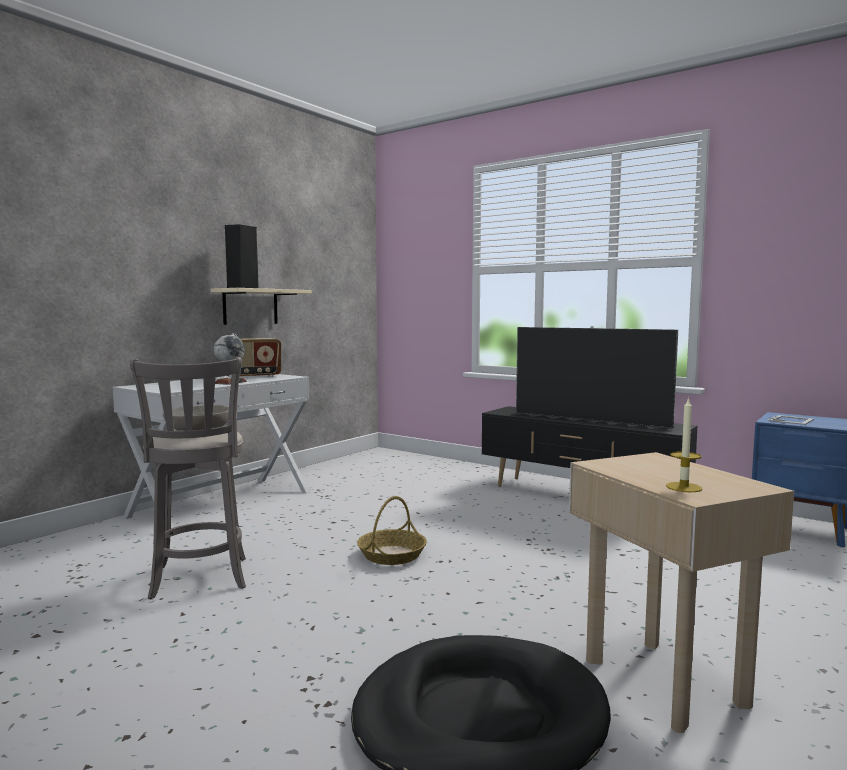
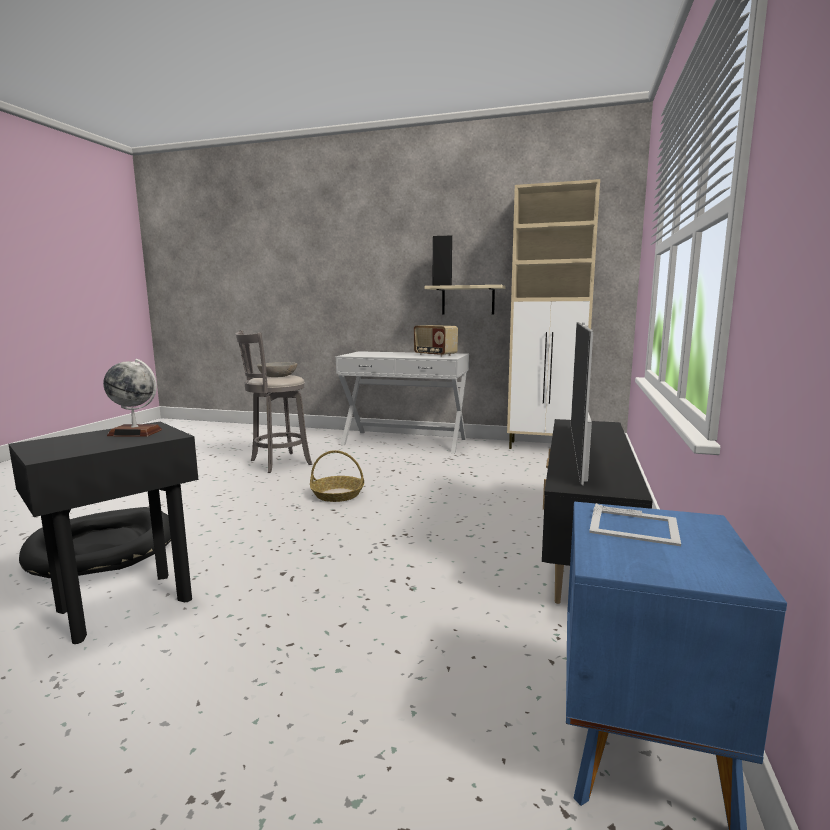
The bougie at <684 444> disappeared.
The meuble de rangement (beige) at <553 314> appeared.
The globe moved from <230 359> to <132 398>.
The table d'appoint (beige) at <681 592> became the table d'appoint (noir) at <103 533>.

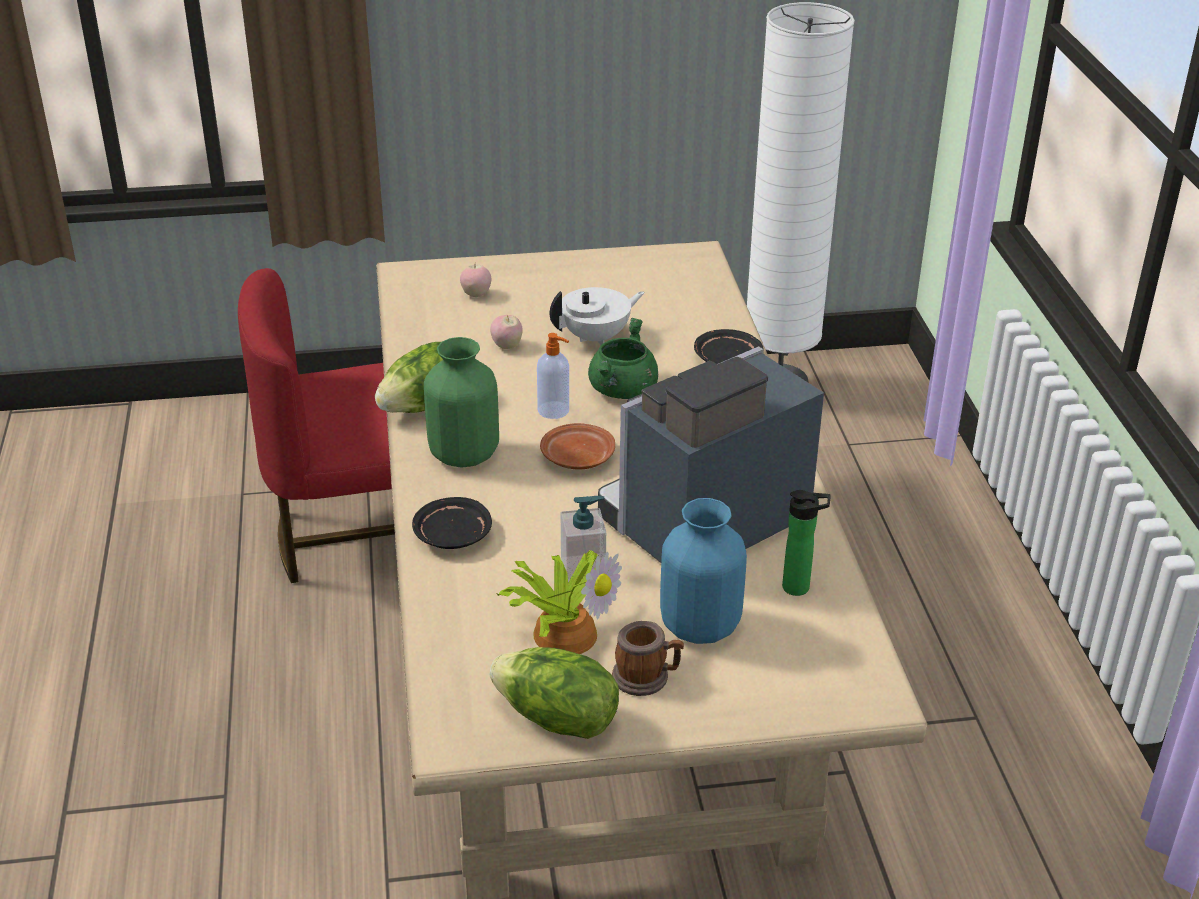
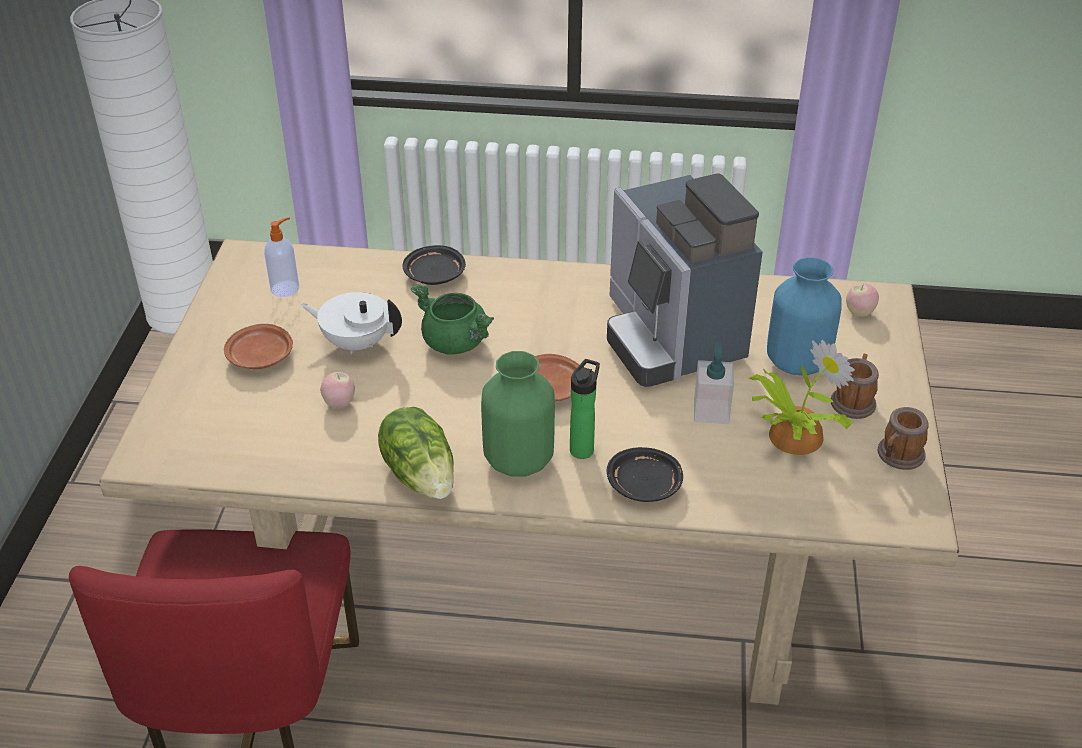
The assiette (marron) at <258 346> appeared.
The pomme moved from <475 281> to <862 300>.
The distributeur de savon moved from <553 376> to <281 257>.
The bouteille moved from <806 543> to <585 409>.
The laitue at <554 693> was replaced by the mug at <903 438>.
The théière (blanc) at <597 316> turned 60 degrees counterclockwise.

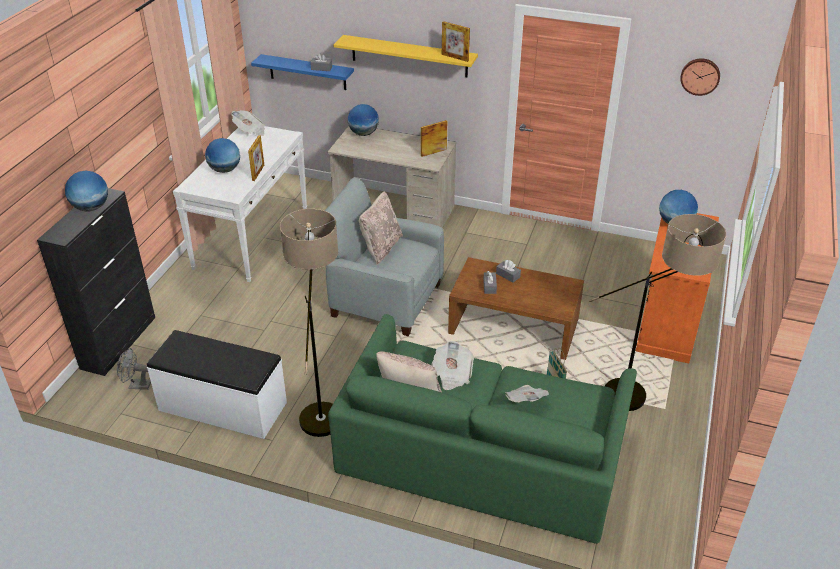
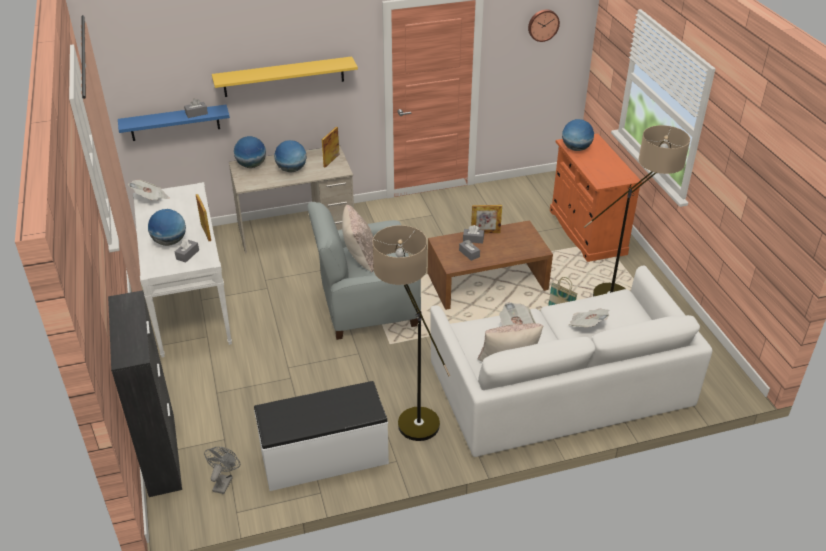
The boîte à mouchoirs (gris) at <187 250> appeared.
The globe moved from <86 190> to <290 156>.
The cadre photo moved from <456 41> to <486 219>.
The canapé (vert) at <482 429> became the canapé (blanc) at <571 361>.
The ventilateur (gris) at <134 369> turned 135 degrees clockwise.

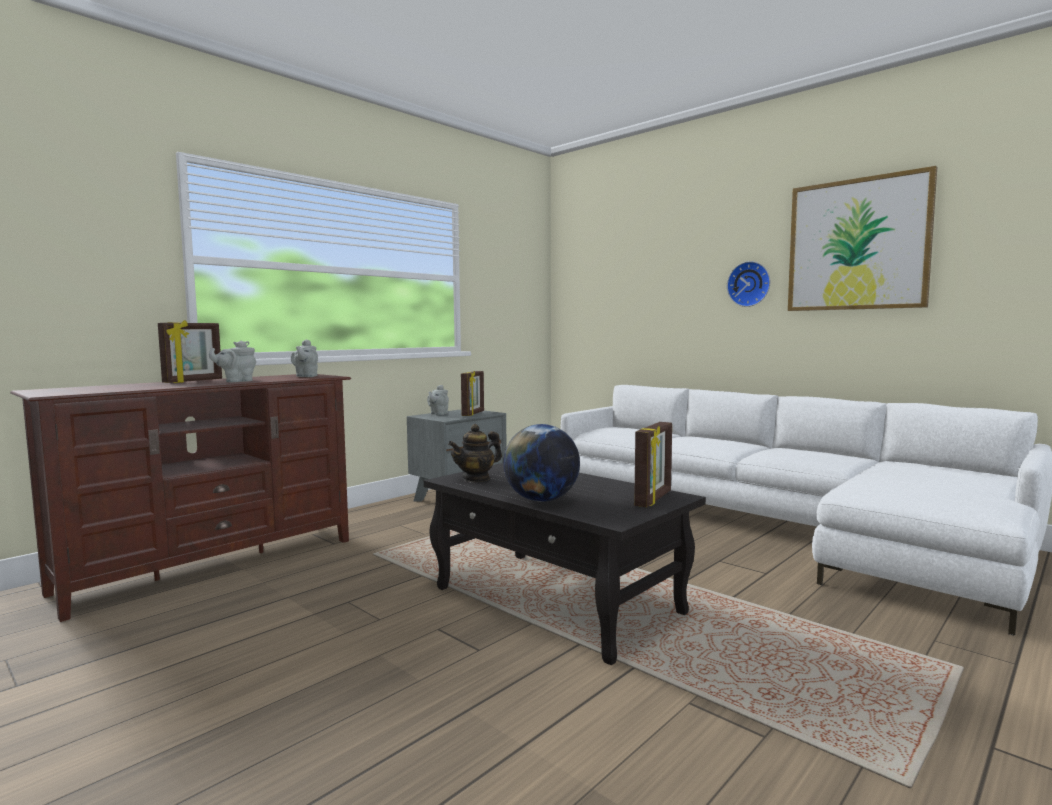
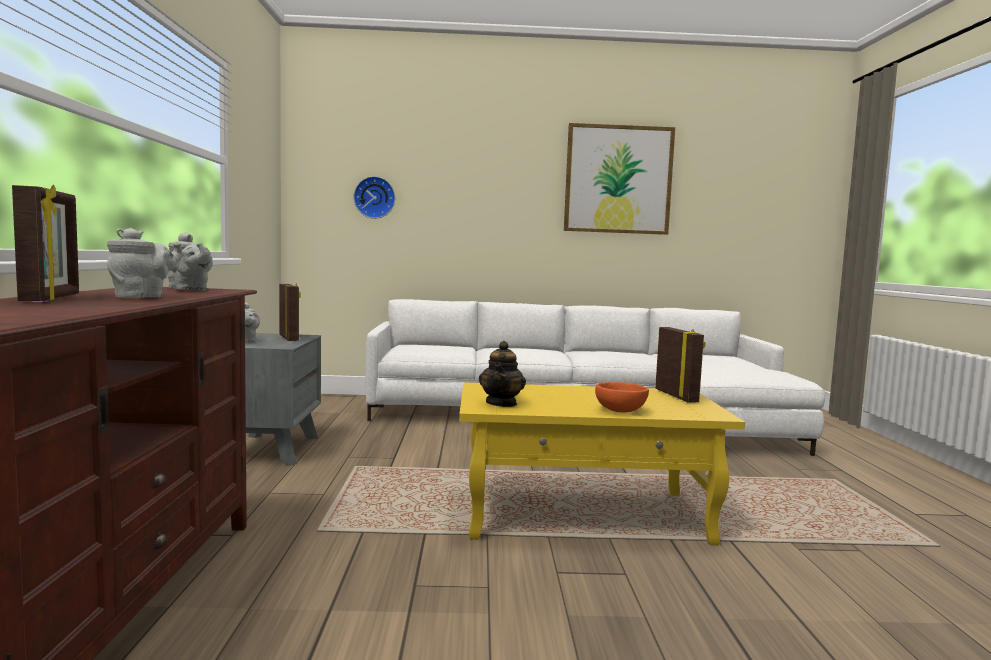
The horloge murale moved from <748 284> to <374 197>.
The globe at <541 463> was replaced by the bol (orange) at <622 397>.
The table basse (noir) at <565 564> became the table basse (jaune) at <602 464>.
The théière (gris) at <232 361> turned 150 degrees counterclockwise.

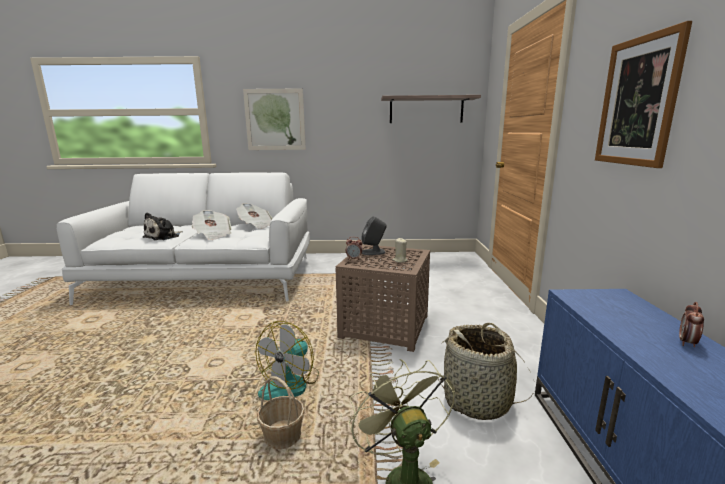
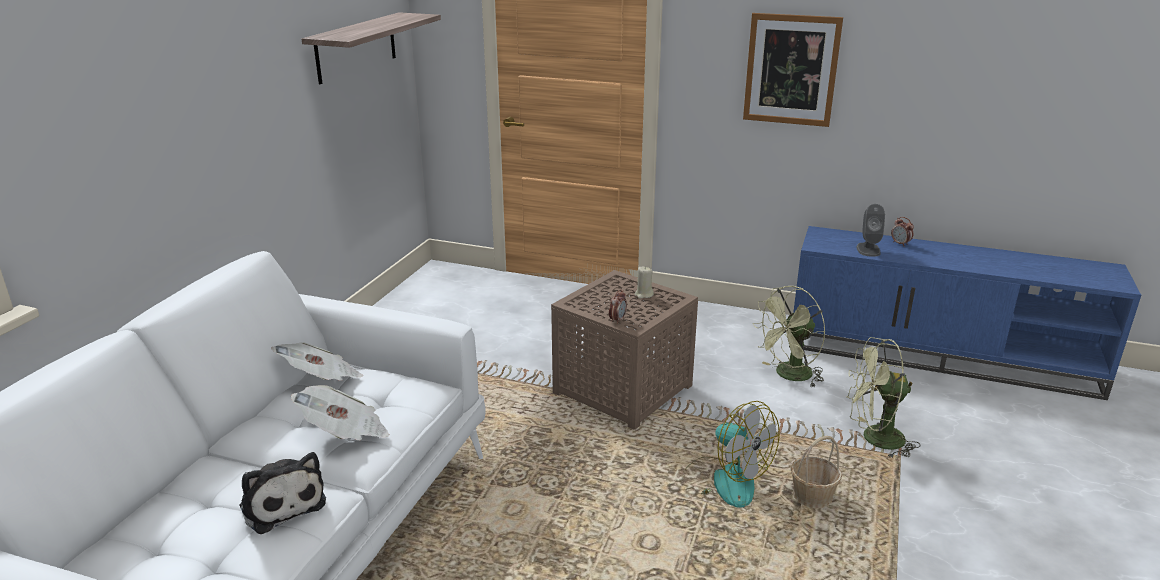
The tableau at <274 119> disappeared.
The enceinte (gris) moved from <374 235> to <871 230>.
The panier at <485 371> was replaced by the ventilateur (vert) at <789 337>.

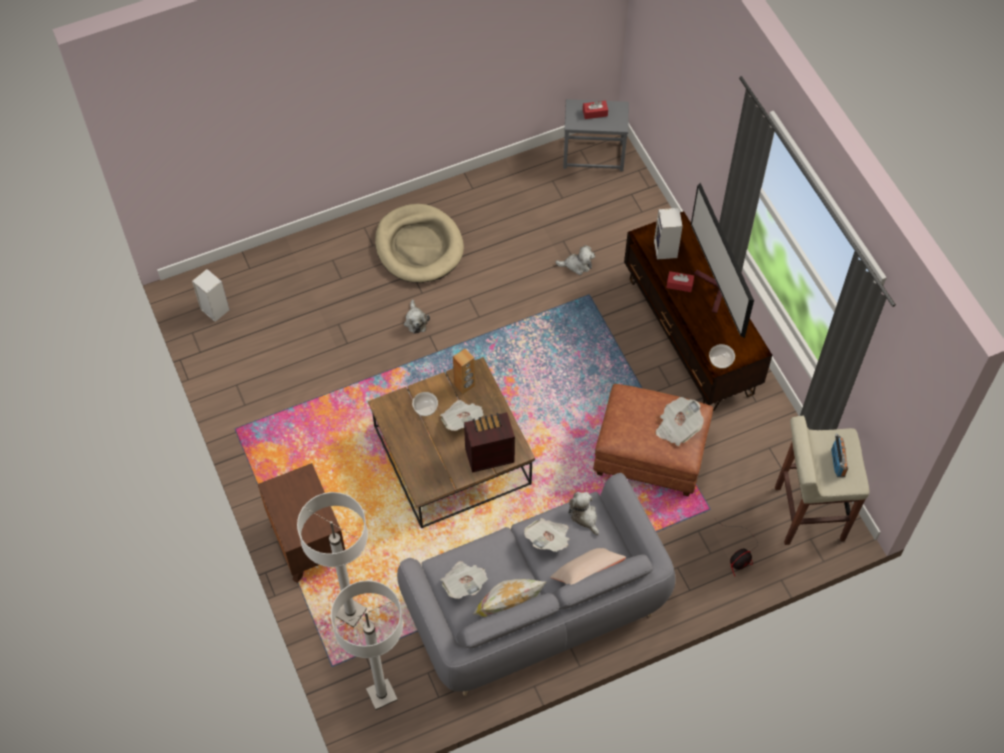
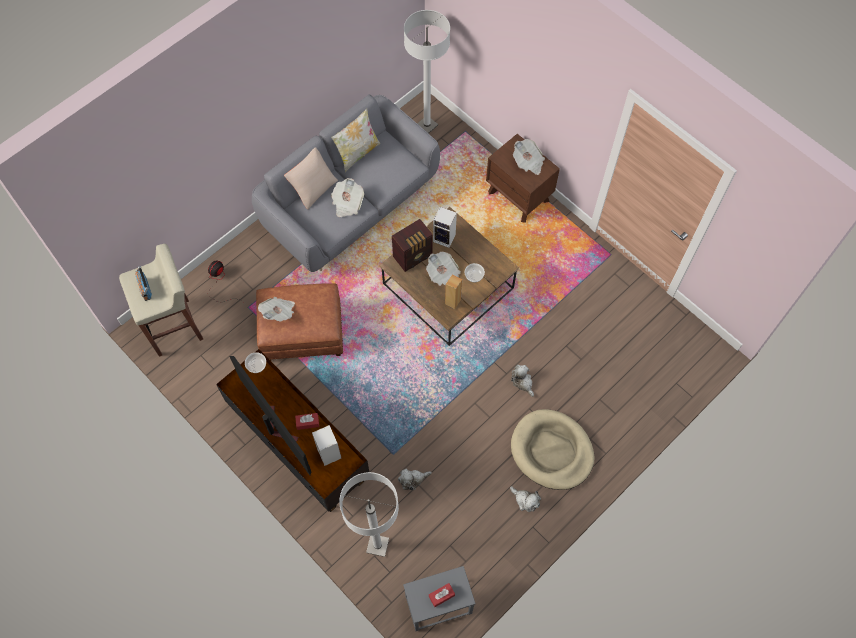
The enceinte moved from <211 295> to <445 227>.
The lampadaire (blanc) moved from <332 560> to <369 514>.
The journal moved from <464 580> to <529 157>.
The peluche moved from <584 513> to <525 499>.

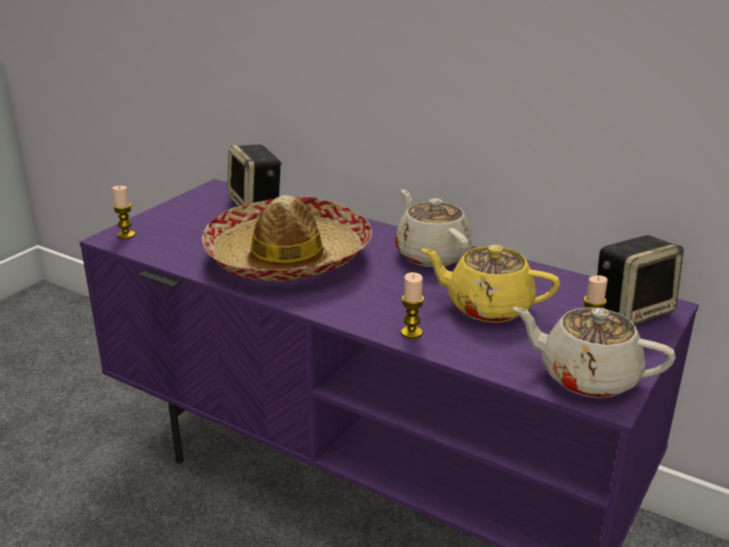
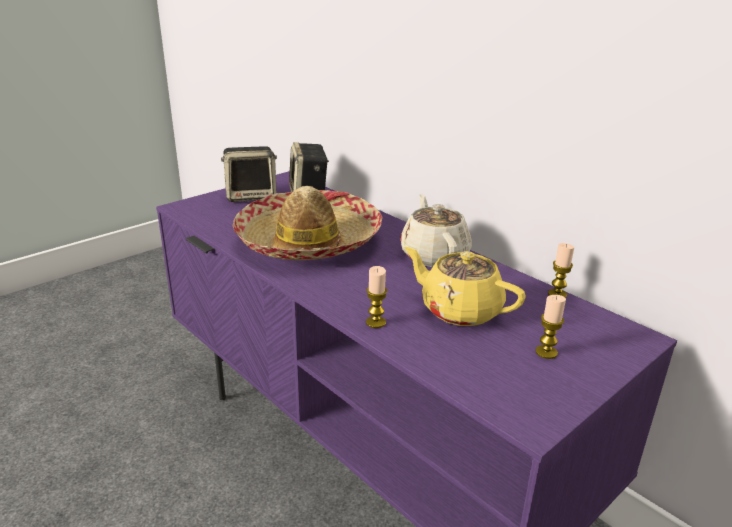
The théière (beige) at <594 352> disappeared.
The bougie moved from <123 212> to <561 270>.
The enceinte moved from <640 280> to <249 174>.

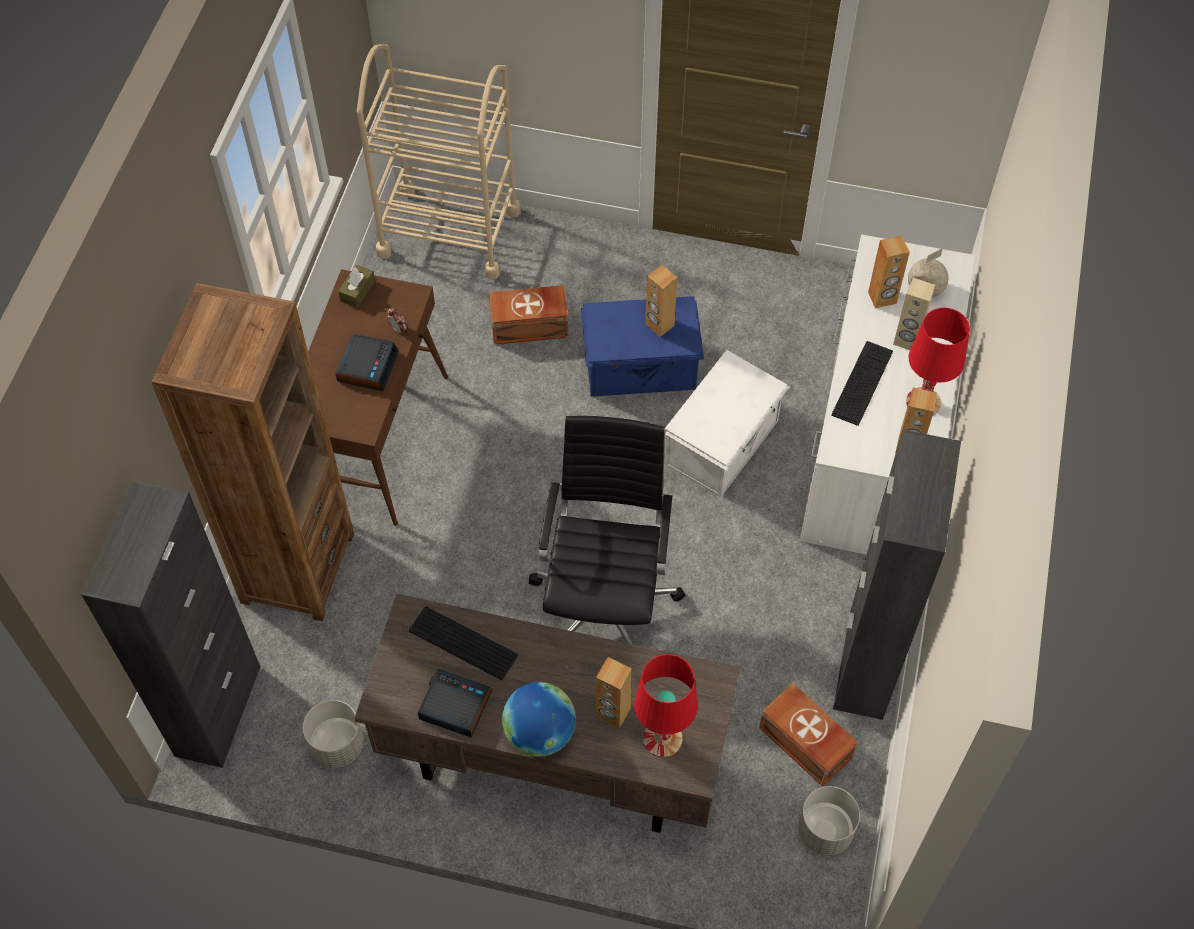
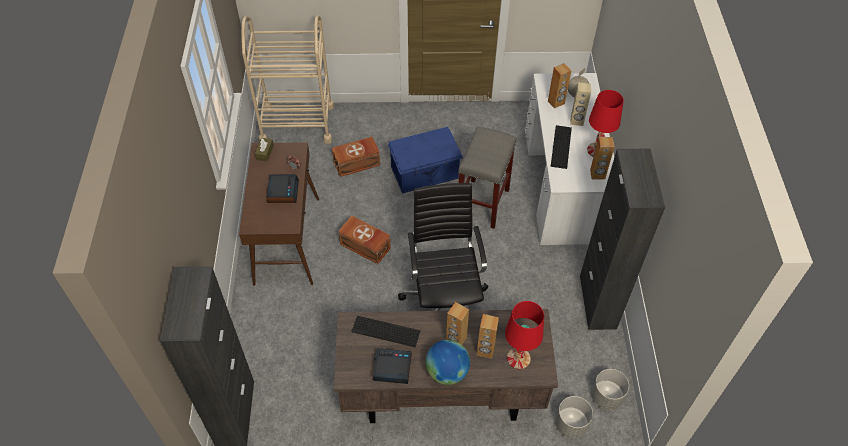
The bibliothèque (marron) at <252 452> disappeared.
The cache-pot (gris) moved from <333 734> to <574 417>.
The enceinte (marron) moved from <661 301> to <457 323>.
The boîte de rangement (marron) moved from <808 735> to <364 239>.
The boîte de rangement (blanc) at <727 423> was replaced by the tabouret (gris) at <487 178>.

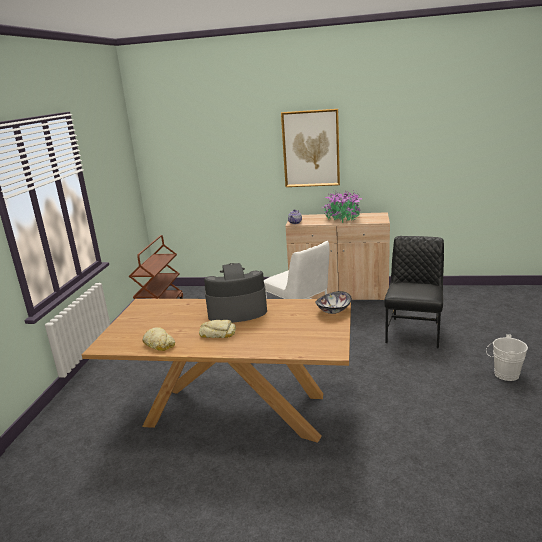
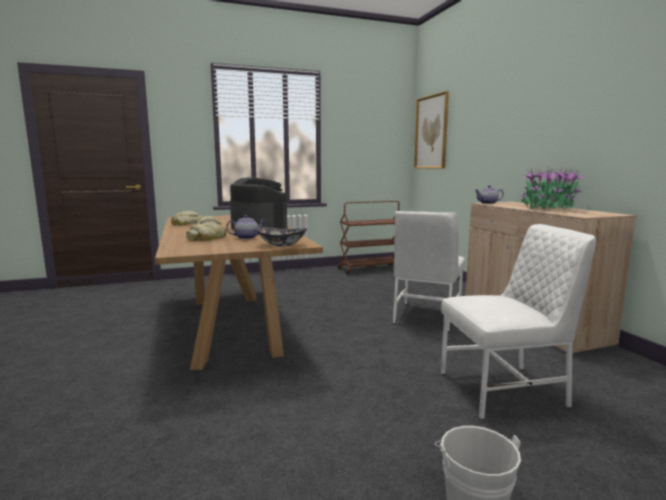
The pain at <206 232> appeared.
The théière at <245 227> appeared.
The tableau moved from <310 148> to <431 130>.
The chaise (noir) at <414 292> became the chaise (blanc) at <518 322>.

